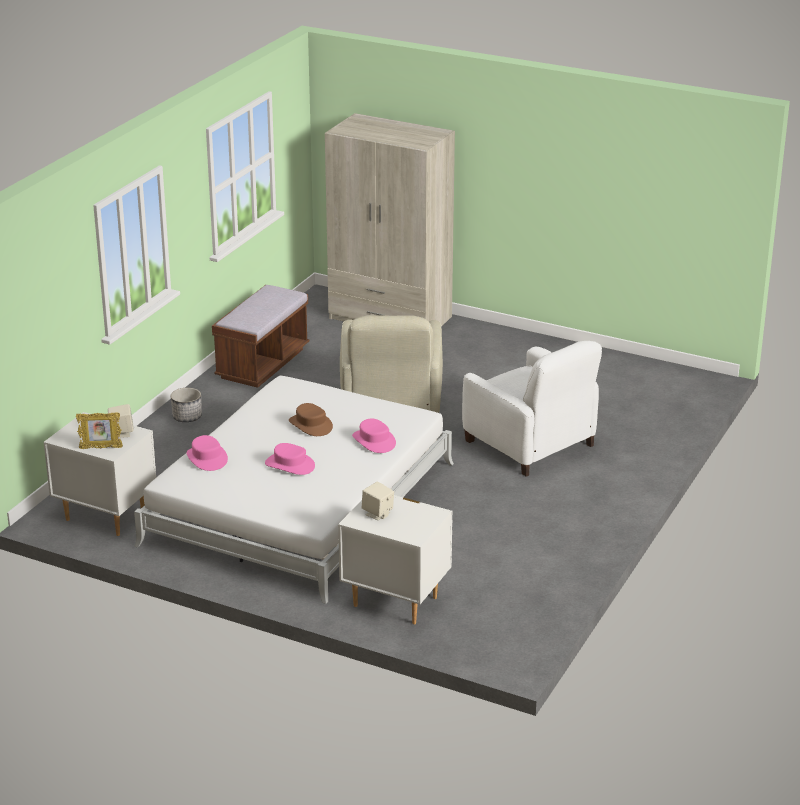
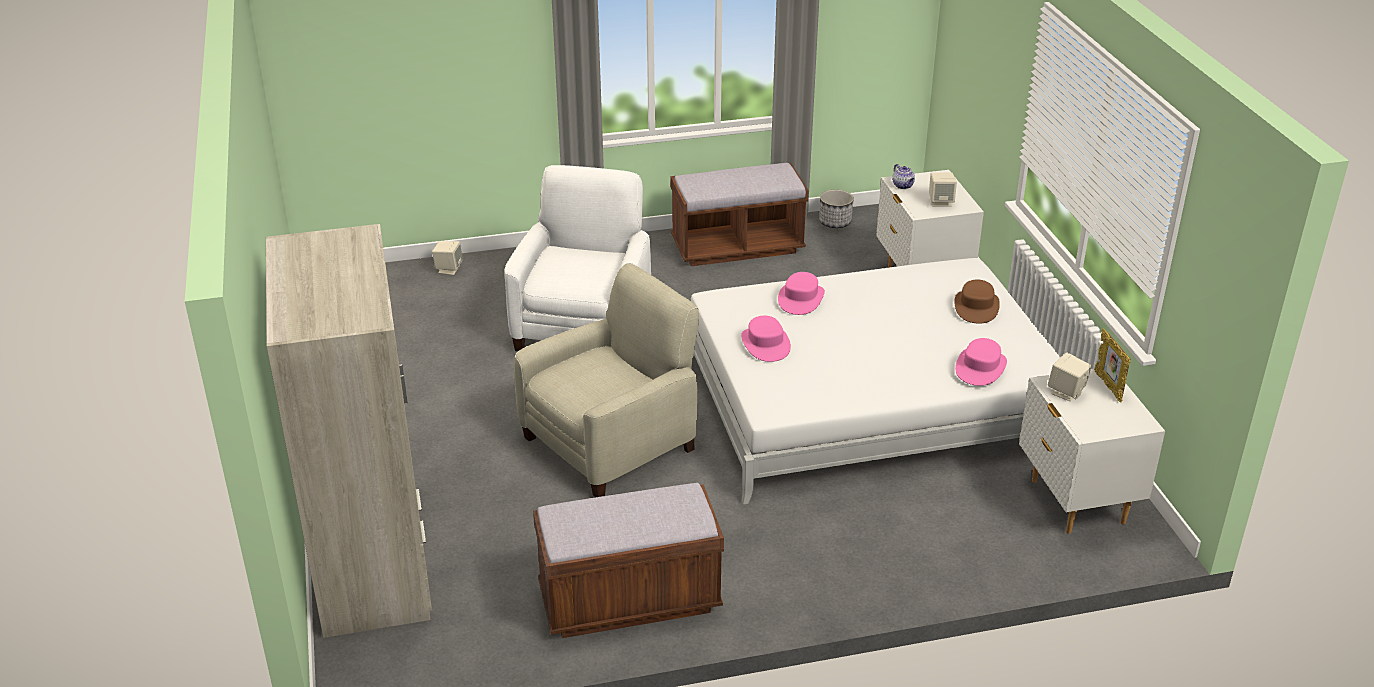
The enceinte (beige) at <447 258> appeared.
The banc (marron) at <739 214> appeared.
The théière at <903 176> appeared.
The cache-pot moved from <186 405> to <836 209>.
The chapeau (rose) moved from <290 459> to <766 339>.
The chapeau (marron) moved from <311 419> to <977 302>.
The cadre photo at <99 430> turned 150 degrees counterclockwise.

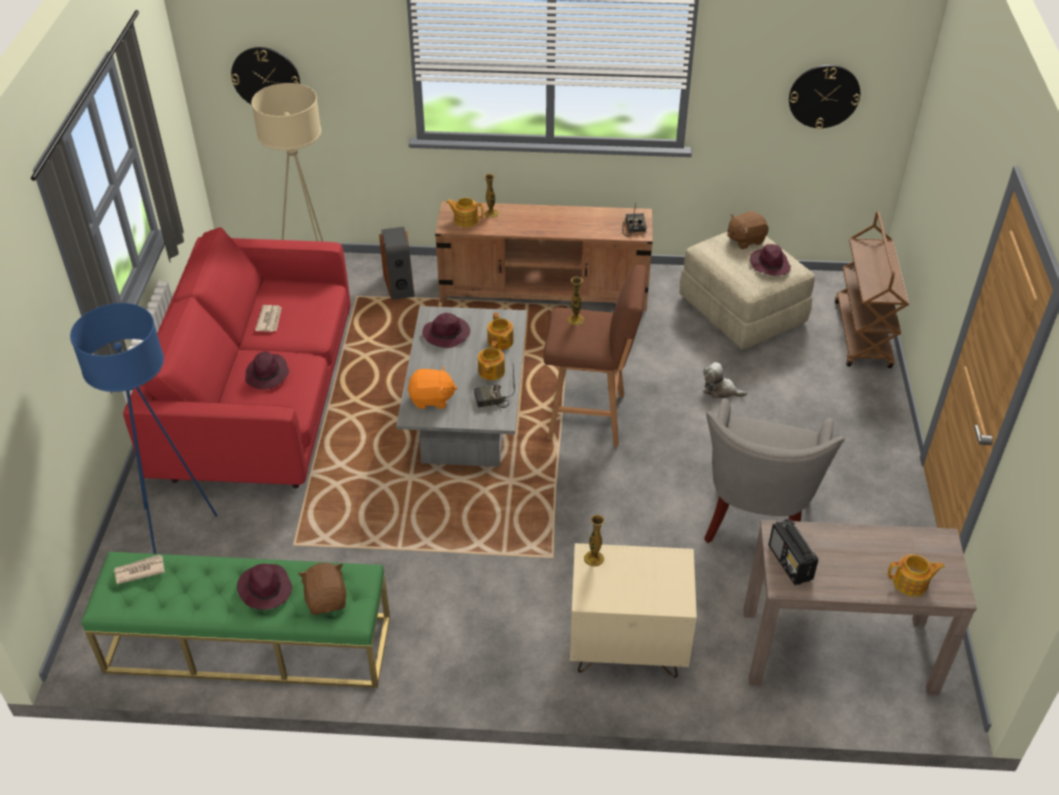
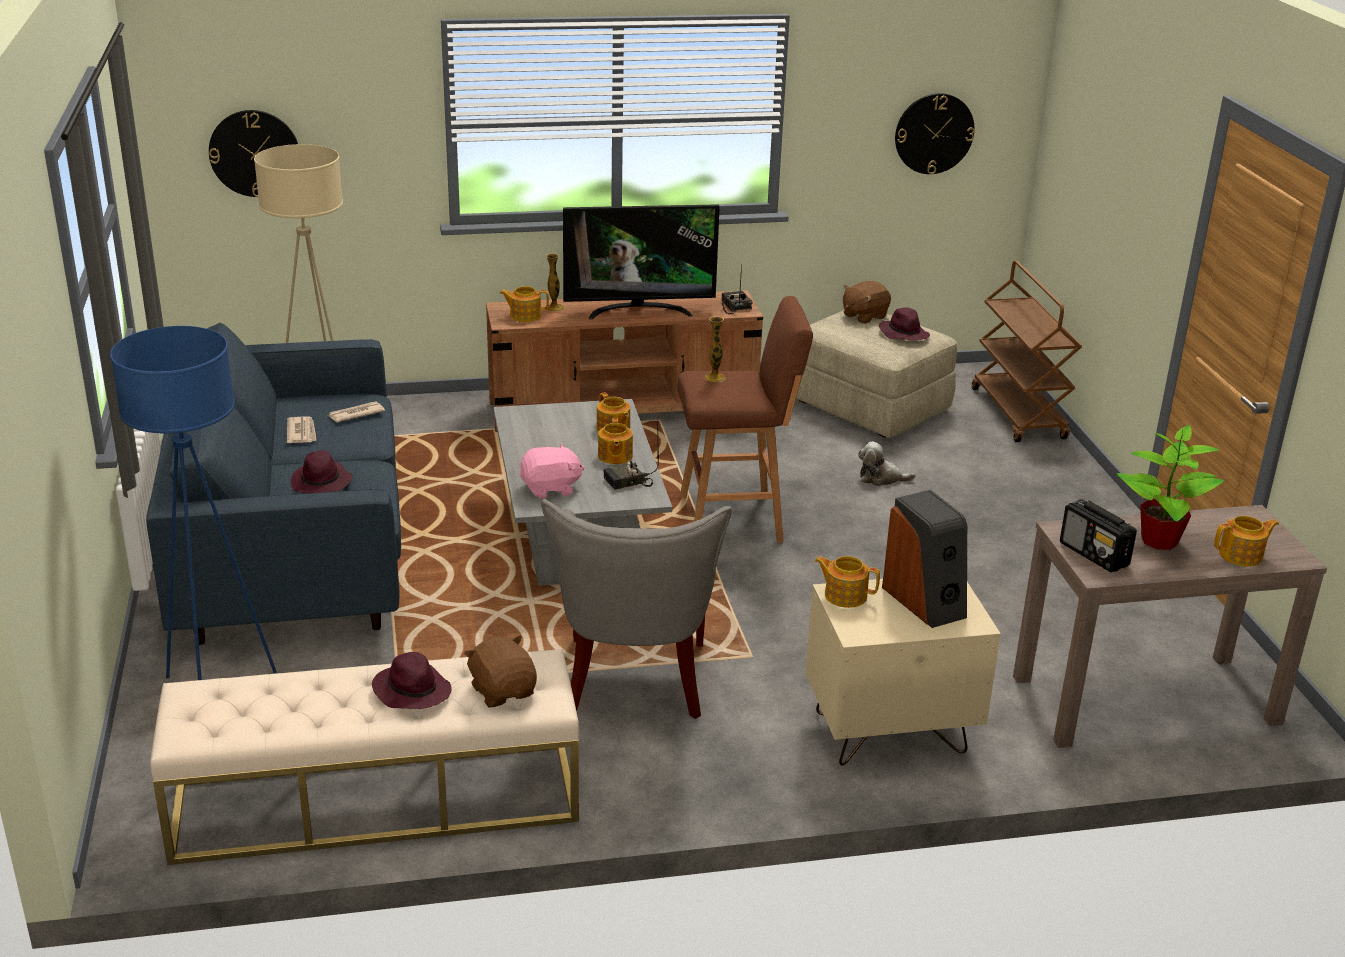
The chapeau (violet) at <446 330> disappeared.
The téléviseur at <641 261> appeared.
The plante en pot at <1170 487> appeared.
The journal moved from <139 569> to <357 411>.
The enceinte moved from <396 263> to <924 559>.
The fauteuil (gris) moved from <774 470> to <636 609>.
The vase at <594 541> was replaced by the théière at <847 582>.
The banc (vert) at <235 619> became the banc (beige) at <364 757>.
The canapé (rouge) at <237 357> became the canapé (bleu) at <273 484>.
The peluche (orange) at <432 387> became the peluche (rose) at <552 471>.

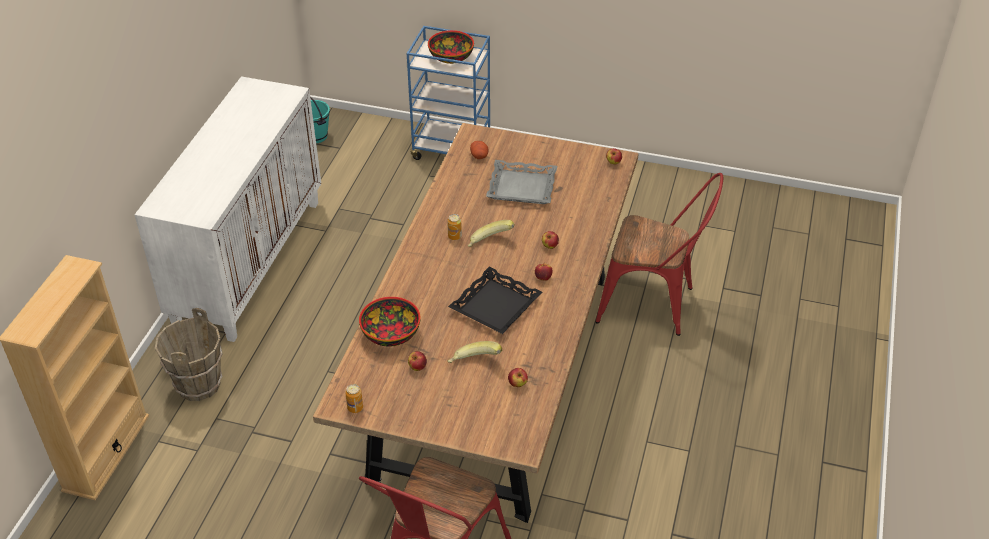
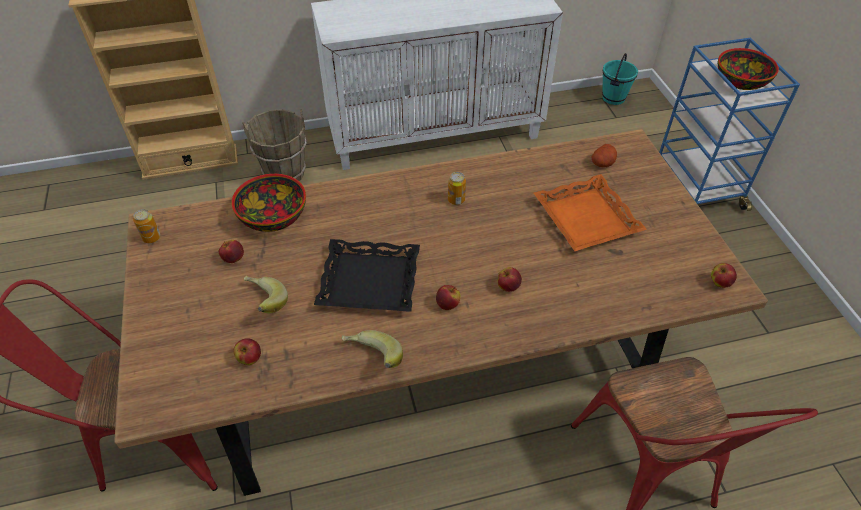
The banane moved from <491 233> to <372 349>.
The plateau (gris) at <521 182> became the plateau (orange) at <590 212>.

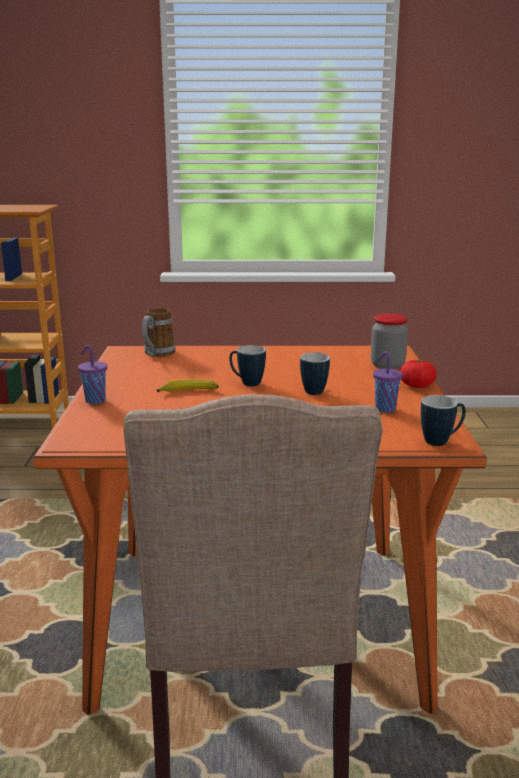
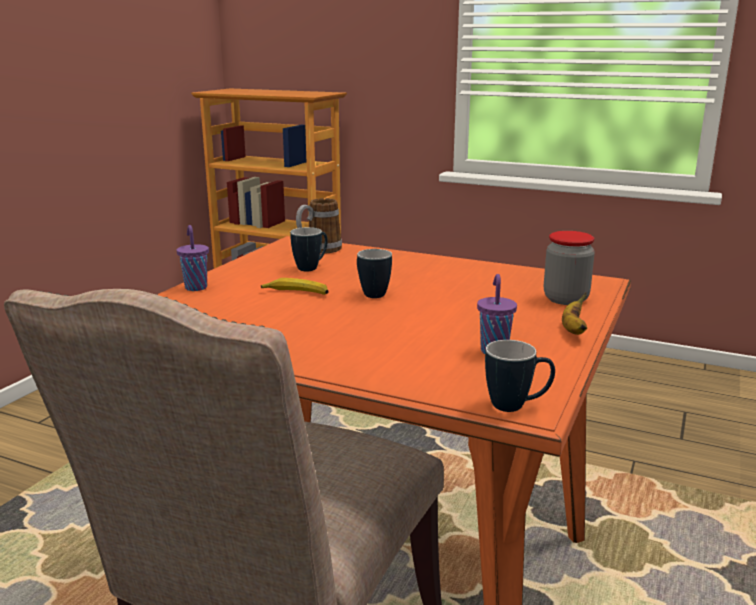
The mug moved from <315 374> to <309 249>.
The tomate at <418 374> was replaced by the banane at <574 313>.

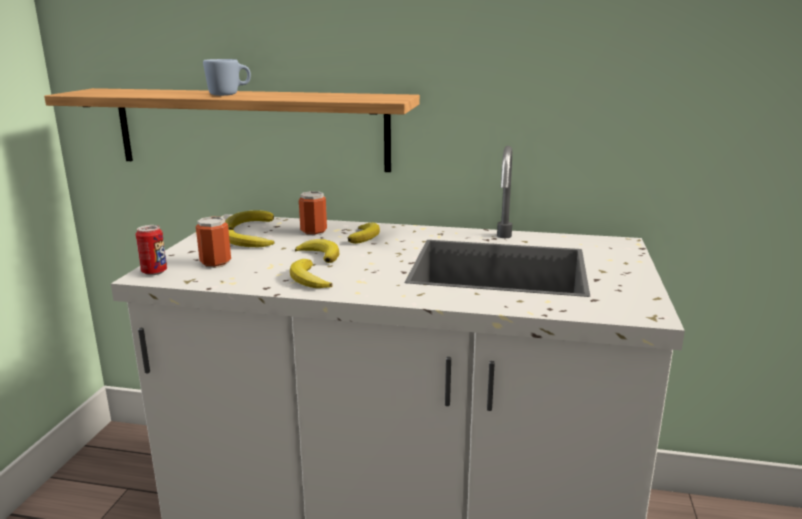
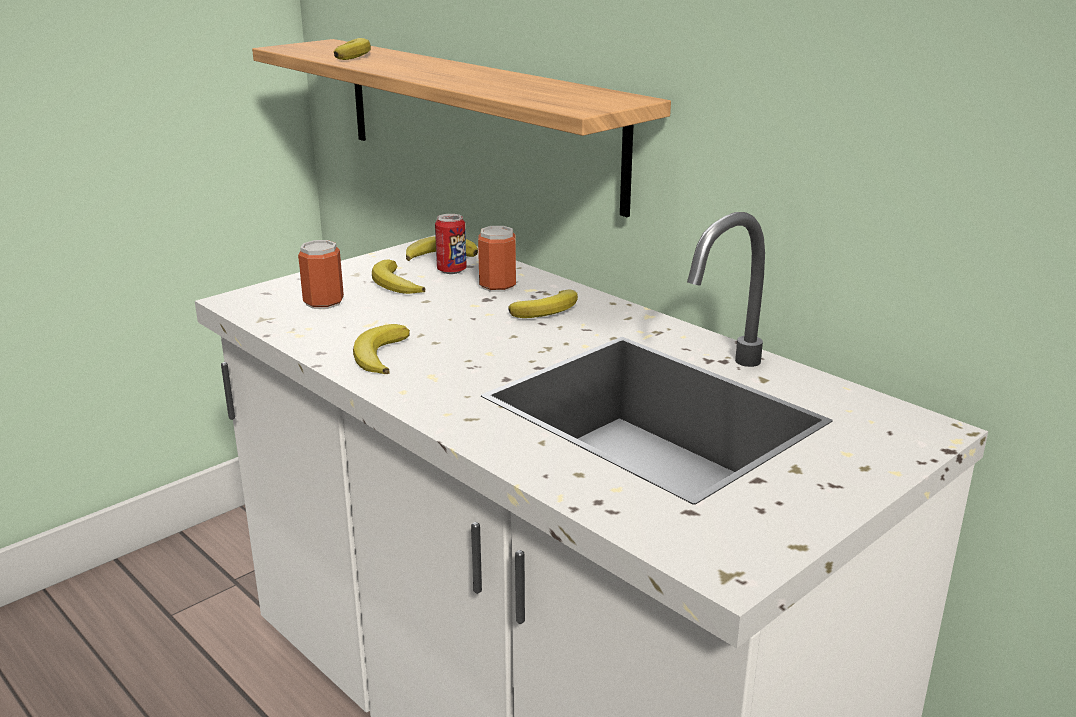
The mug (bleu) at <227 77> disappeared.
The boîte métallique moved from <151 250> to <451 244>.
The banane moved from <317 251> to <352 49>.

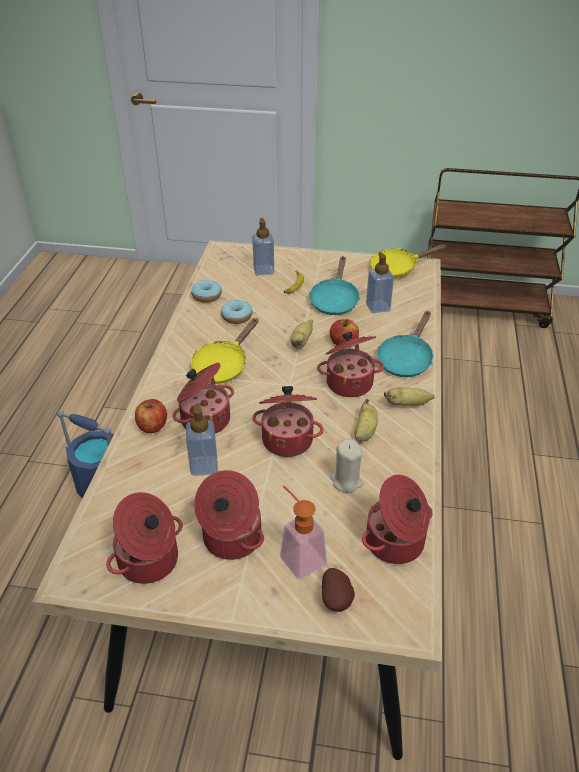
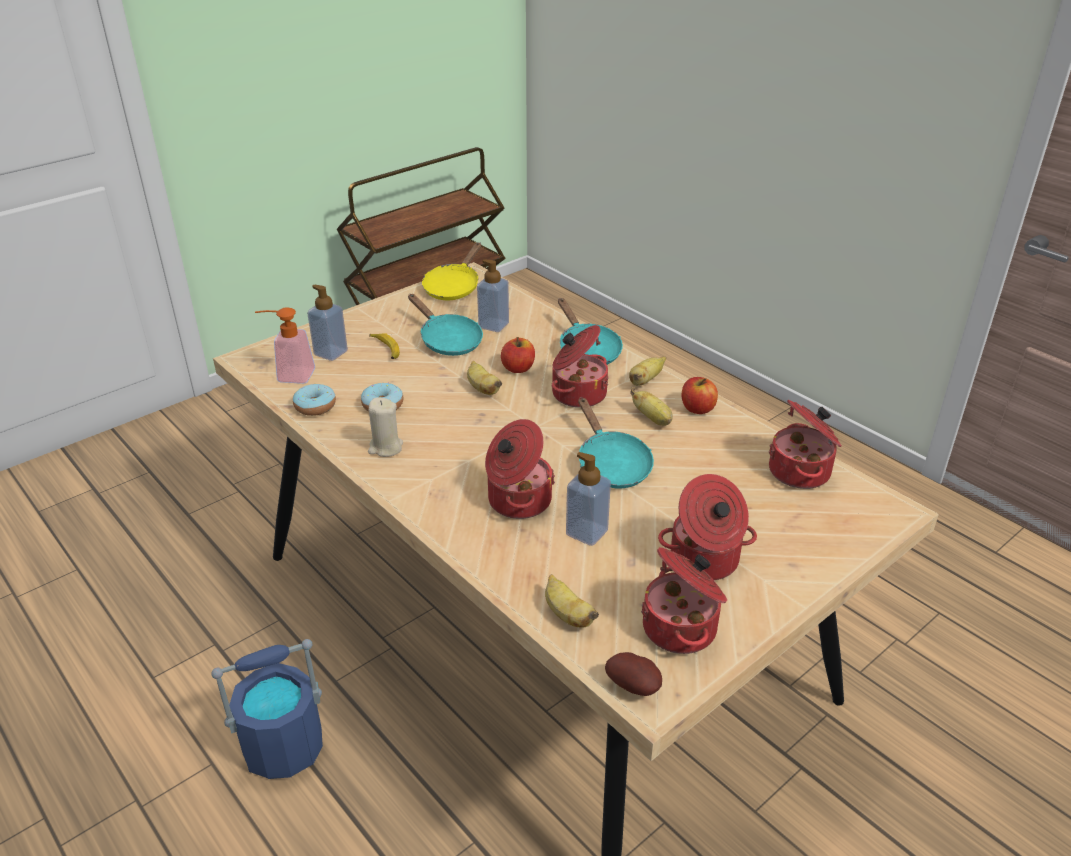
The poêle (jaune) at <224 351> disappeared.
The banane at <572 601> appeared.
The pomme moved from <151 416> to <700 395>.
The distributeur de savon moved from <303 532> to <285 345>.
The pomme de terre moved from <338 590> to <633 674>.
The bougie (beige) moved from <346 466> to <385 427>.
The marmite at <288 421> was replaced by the poêle (turquoise) at <616 442>.

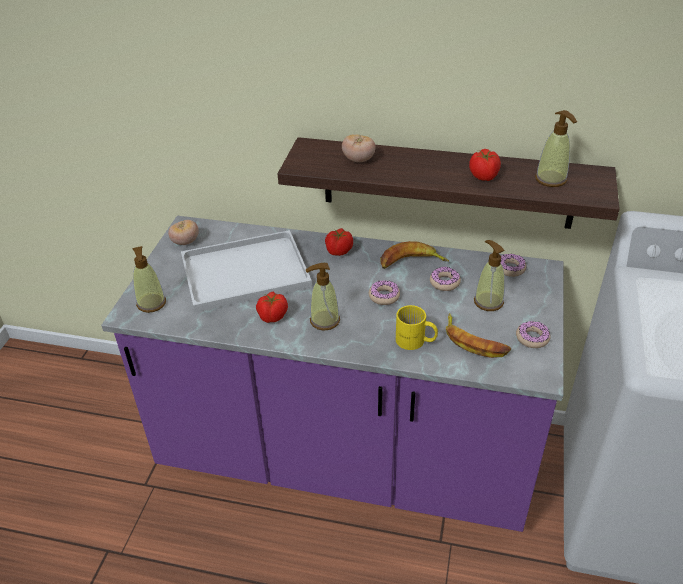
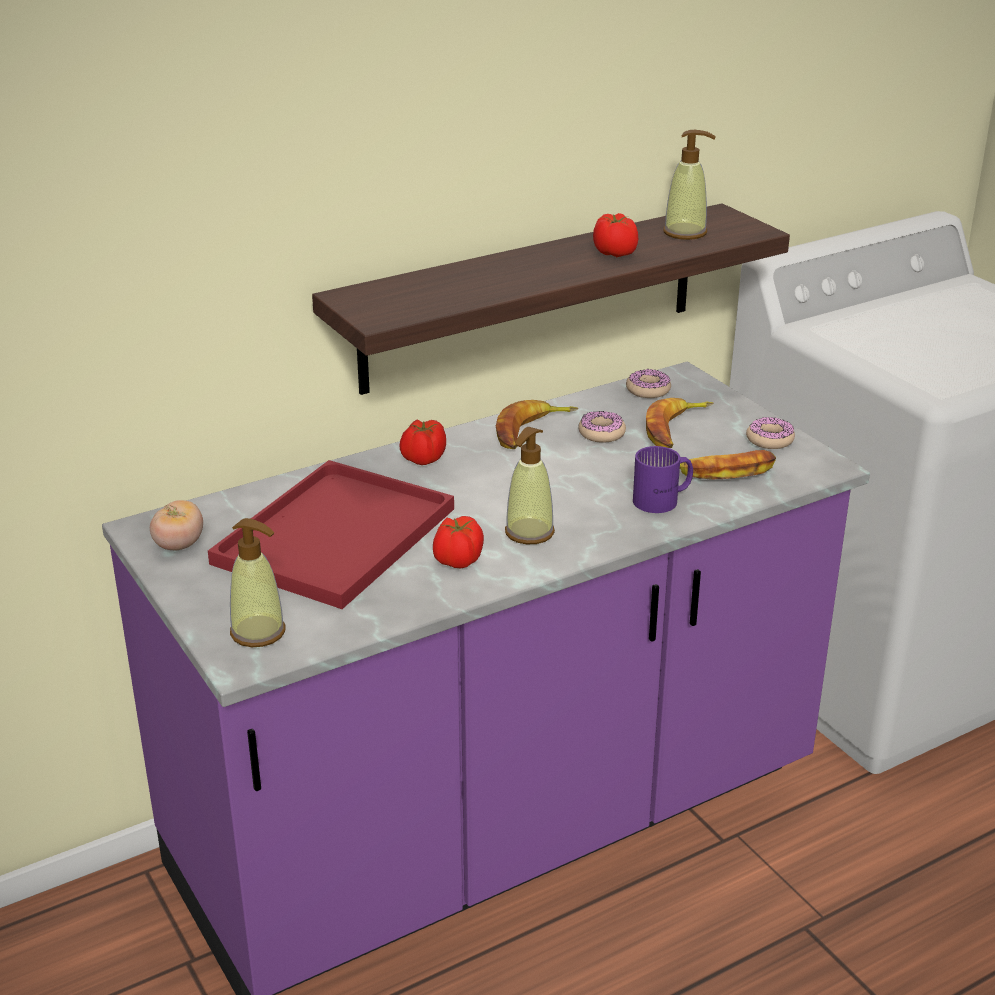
The tomate at <359 148> disappeared.
The beignet at <384 292> disappeared.
The distributeur de savon at <489 275> was replaced by the banane at <680 423>.
The plateau (blanc) at <246 271> became the plateau (rouge) at <331 534>.
The mug (jaune) at <417 327> became the mug (violet) at <663 479>.

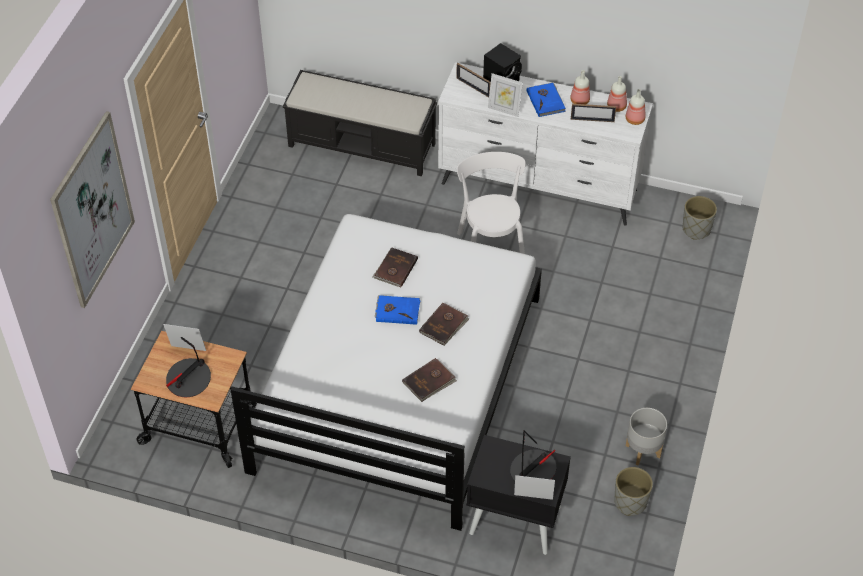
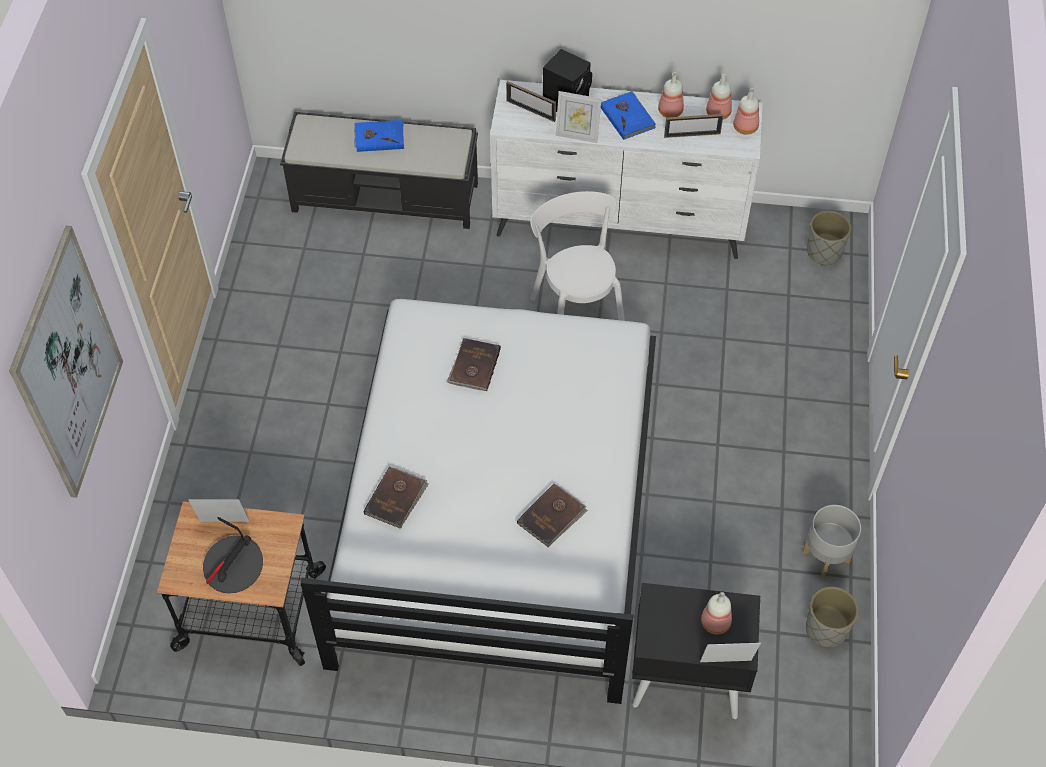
The livre (bleu) moved from <398 310> to <379 136>.
The livre (marron) moved from <444 324> to <396 498>.
The lampe de table at <533 455> was replaced by the bouteille at <716 613>.

